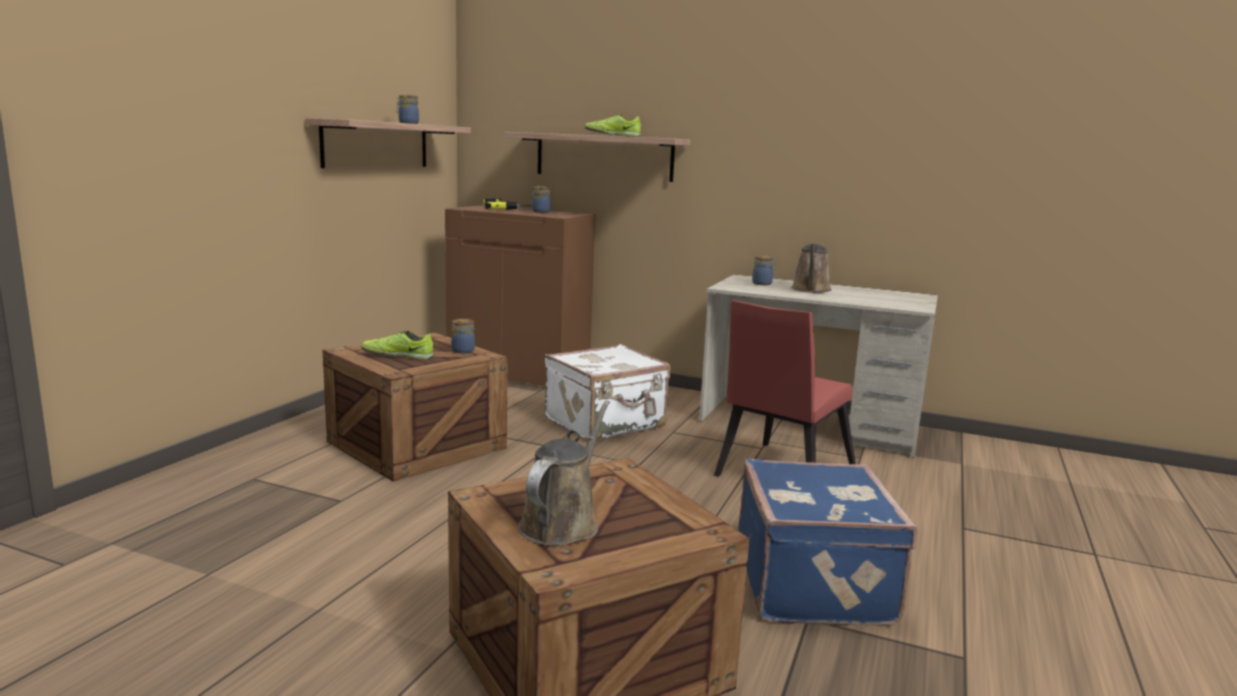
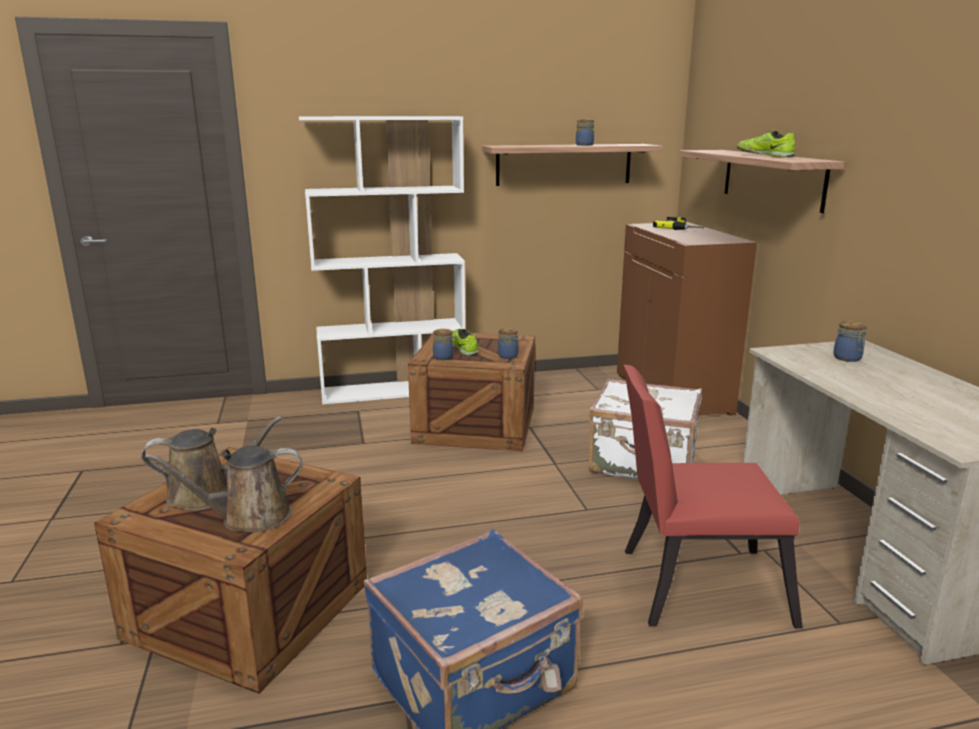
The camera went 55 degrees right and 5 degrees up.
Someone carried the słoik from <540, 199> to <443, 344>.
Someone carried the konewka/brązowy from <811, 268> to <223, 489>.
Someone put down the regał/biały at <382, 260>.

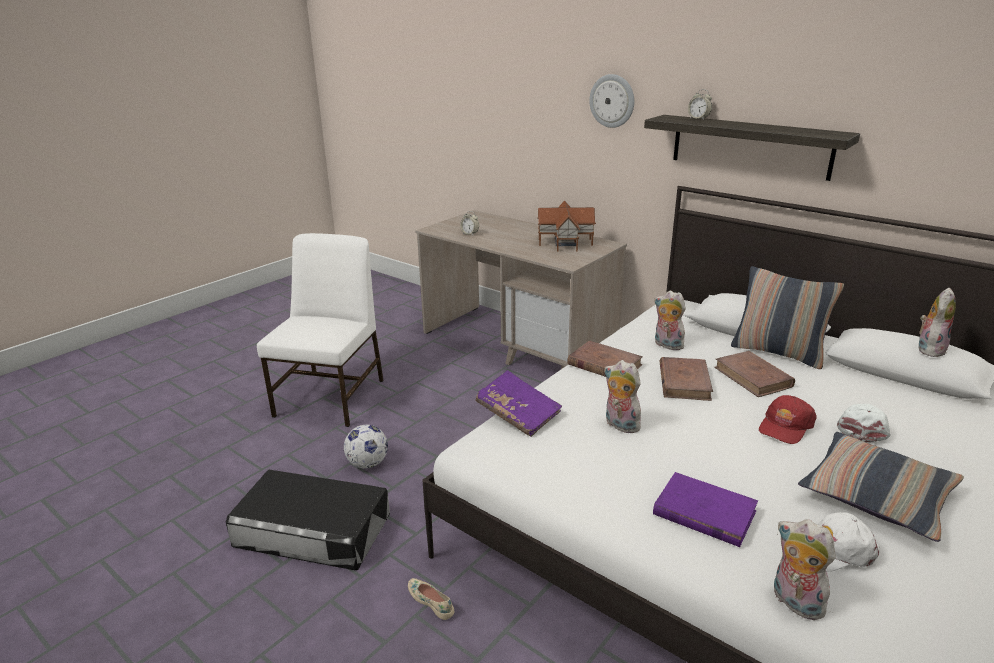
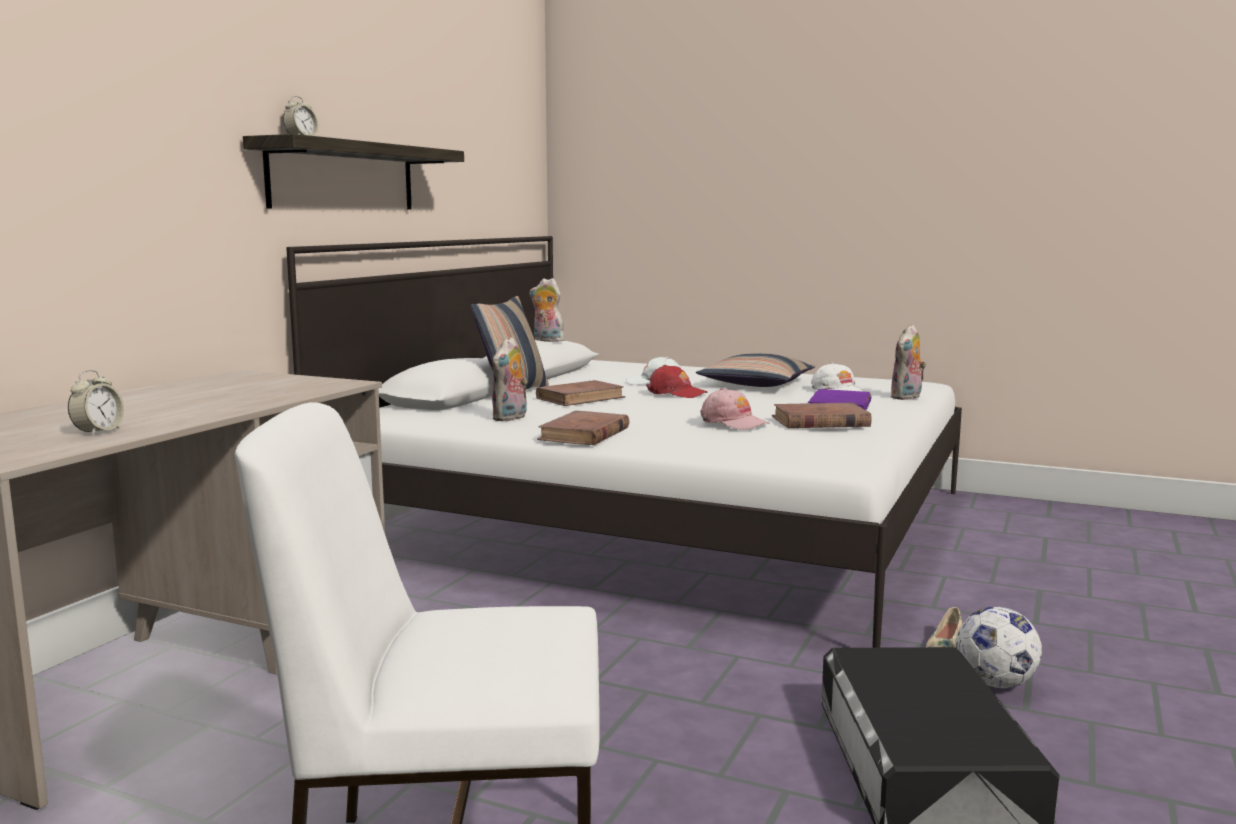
The camera went 105 degrees left and 15 degrees down.
Someone took away the zegar ścienny at <611, 101>.
Someone took away the domek at <566, 226>.
Someone carried the książka/brązowy from <686, 379> to <822, 415>.
Someone swapped the pluszak at <622, 397> for the czapka z daszkiem/różowy at <735, 409>.
Someone took away the książka/fioletowy at <518, 403>.
Someone carried the piłka futbolowa from <366, 447> to <999, 647>.

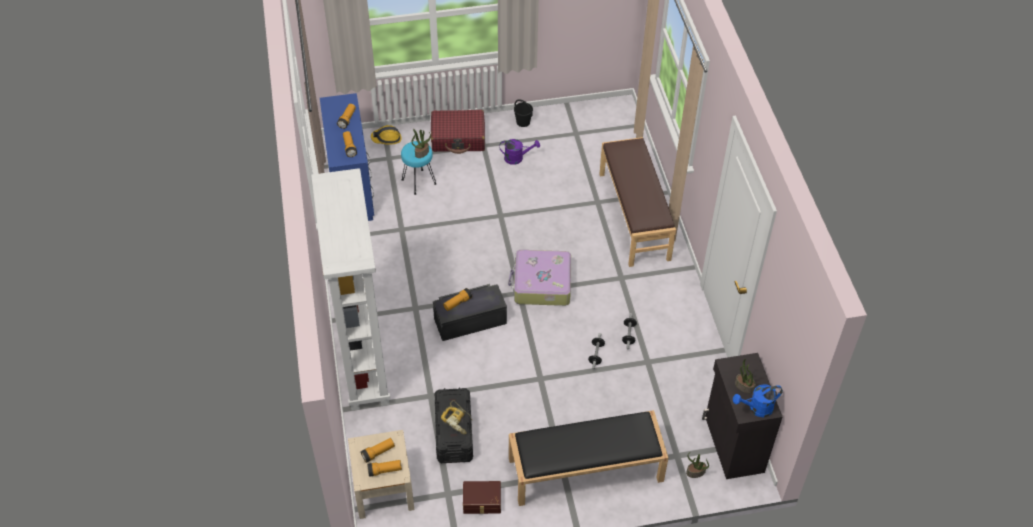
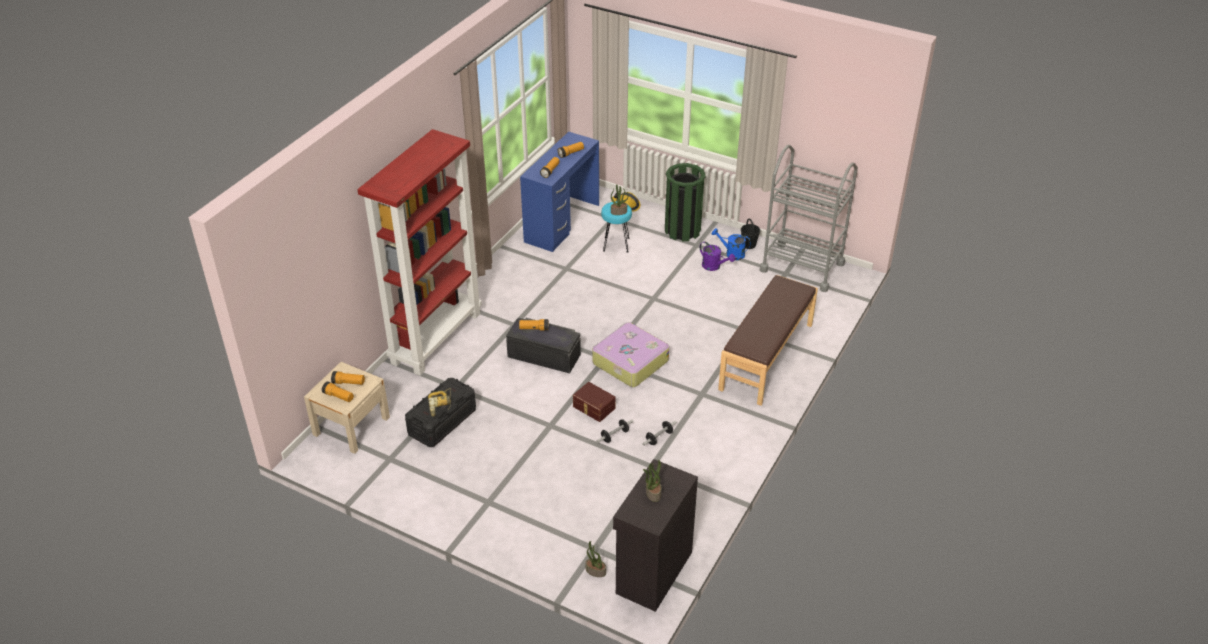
The camera went 40 degrees right and 10 degrees down.
Someone swapped the walizka/czerwony at <458, 132> for the kosz na śmieci/zielony at <685, 202>.
Someone repainted the regał/biały at <350, 289>, which became the regał/czerwony at <419, 252>.
Someone carried the konewka/niebieski from <758, 400> to <731, 244>.
Someone took away the ławka/czarny at <589, 458>.
Someone carried the pojemnik do przechowywania/brązowy from <482, 497> to <594, 402>.
Someone put down the wózek/szary at <809, 218>.

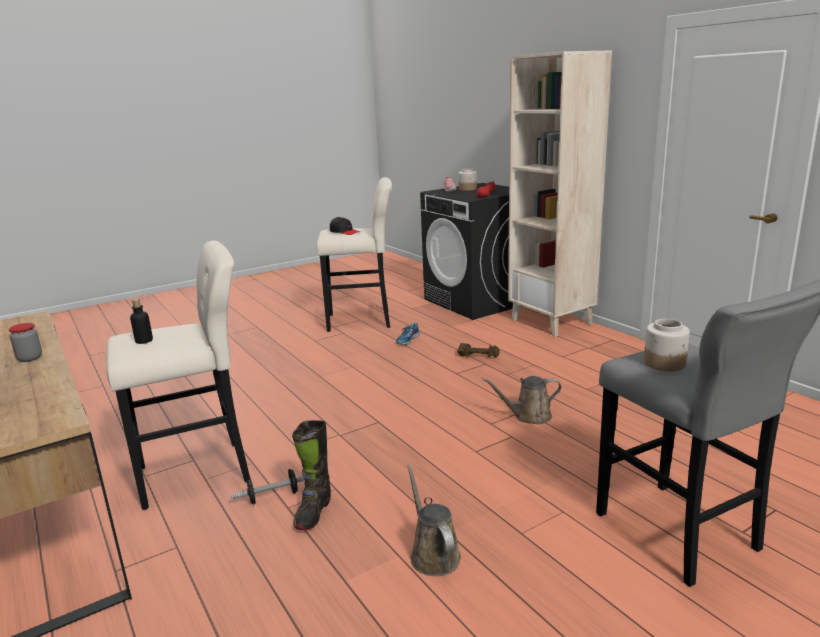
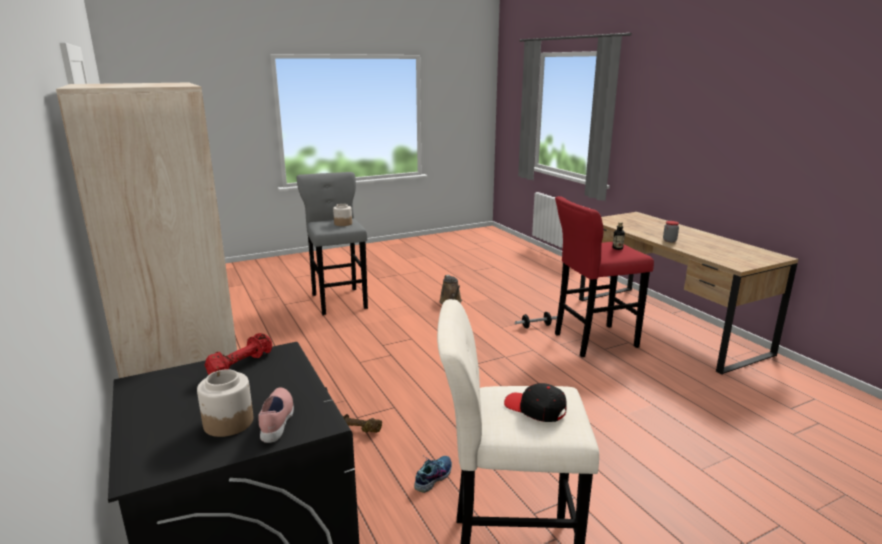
The camera went 175 degrees left and 0 degrees up.
Someone repainted the stołek/beżowy at <178, 375>, which became the stołek/czerwony at <604, 276>.
Someone took away the konewka/brązowy at <521, 400>.
Someone took away the but z cholewką/czarny at <311, 475>.

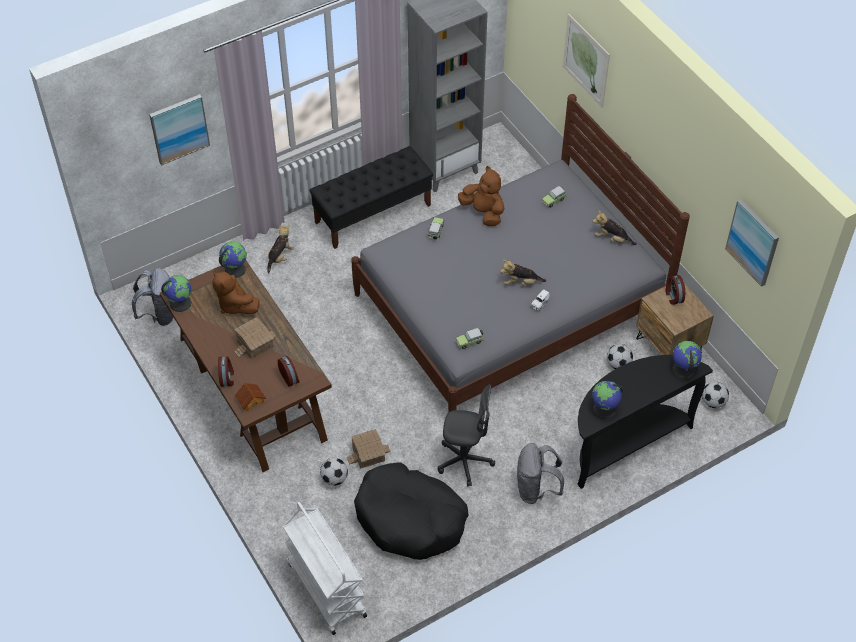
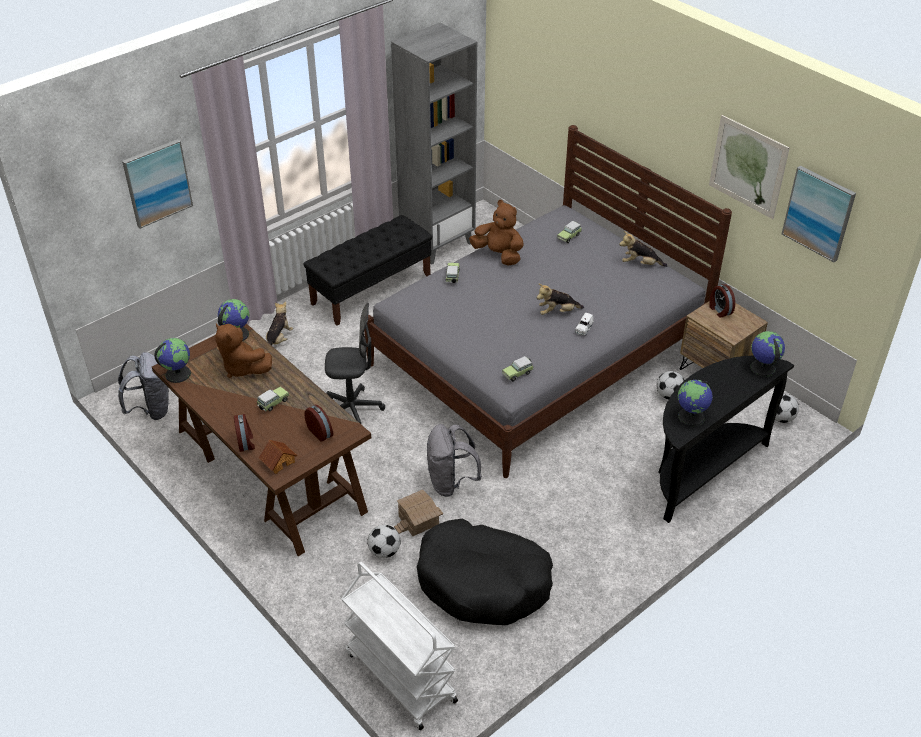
The camera went 10 degrees left and 10 degrees down.
Someone carried the obraz from <586, 60> to <749, 167>.
Someone swapped the domek at <255, 338> for the samochodzik at <273, 399>.
Someone carried the krzesło biurowe/szary from <466, 435> to <355, 364>.
Someone carried the plecak/szary from <540, 473> to <454, 460>.

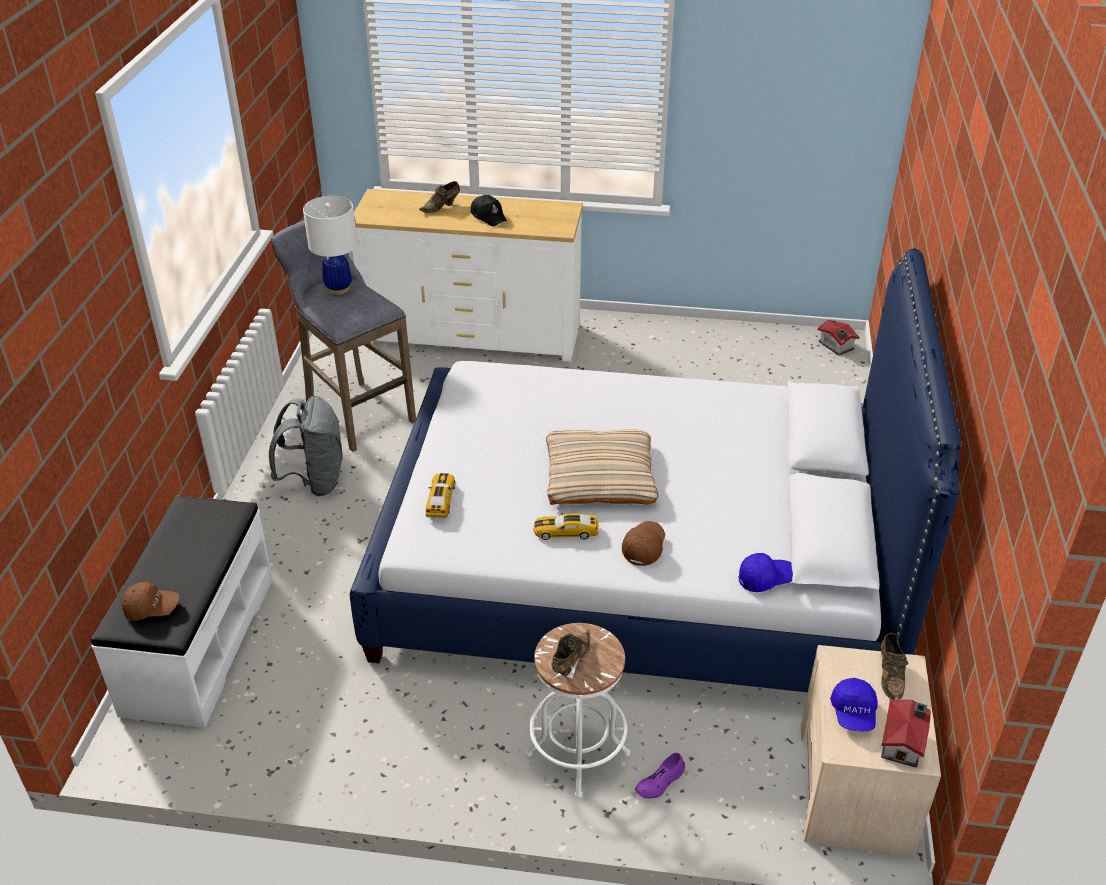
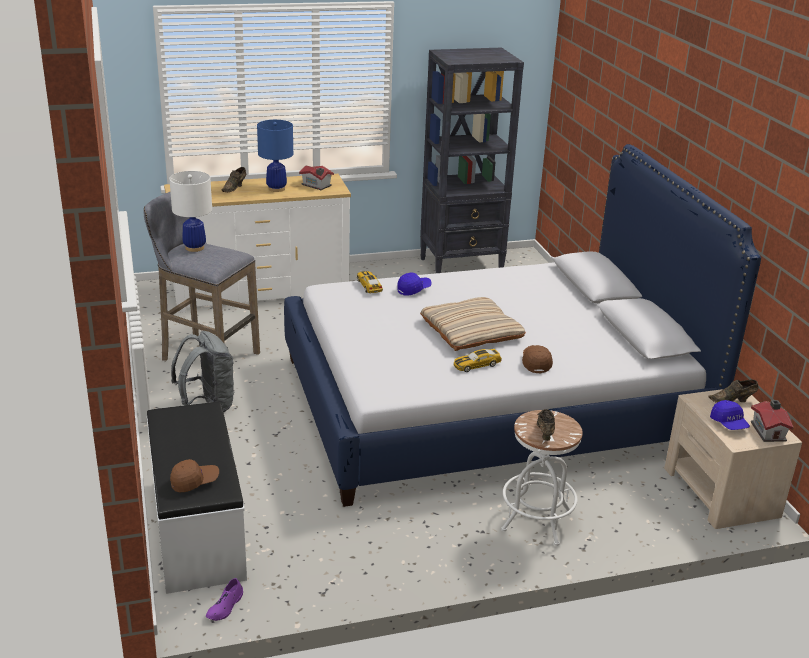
The camera went 25 degrees left and 10 degrees down.
Someone swapped the czapka z daszkiem/czarny at <488, 210> for the lampa stołowa/niebieski at <275, 156>.
Someone carried the domek from <838, 338> to <316, 177>.
Someone carried the samochodzik from <440, 496> to <370, 282>.
Someone carried the czapka z daszkiem/niebieski from <766, 572> to <414, 284>.
Someone rotated the but/brązowy at <894, 666> by 105 degrees clockwise.
Someone carried the but/fioletowy from <660, 775> to <224, 599>.
Someone put down the regał/czarny at <472, 160>.

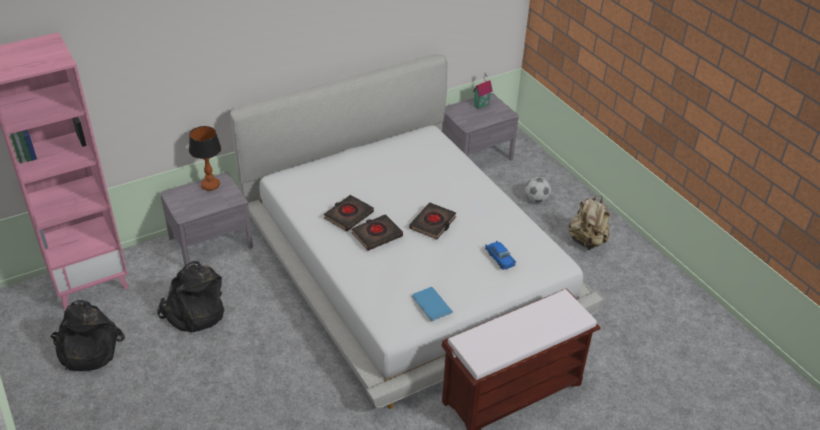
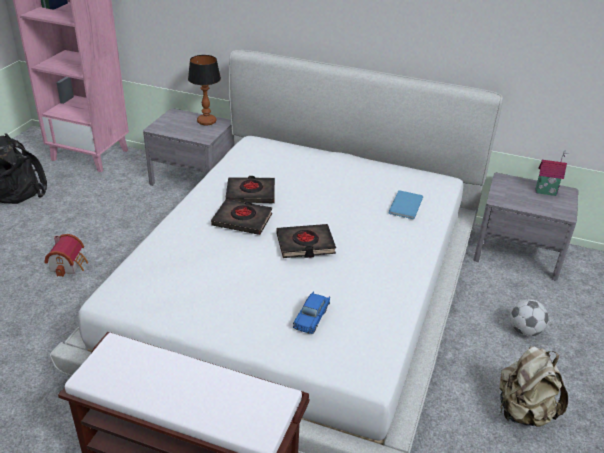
The camera went 50 degrees right and 5 degrees down.
Someone took away the plecak/czarny at <190, 296>.
Someone carried the książka/niebieski from <432, 304> to <405, 204>.
Someone put down the domek at <66, 255>.

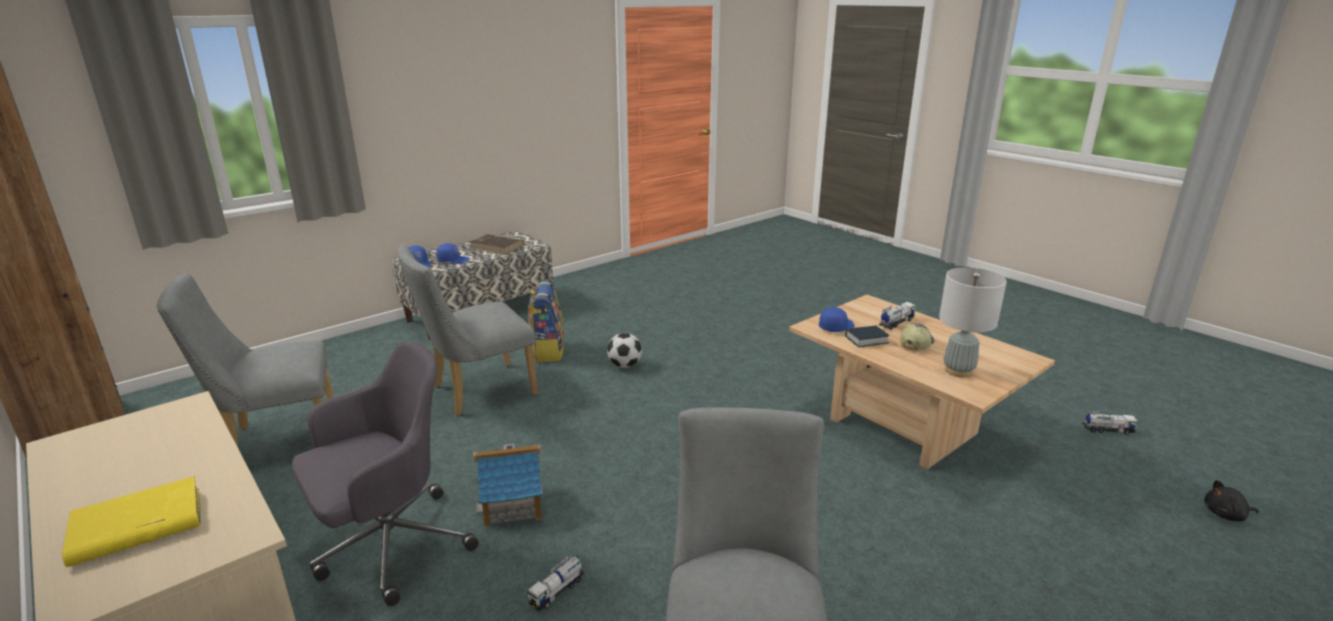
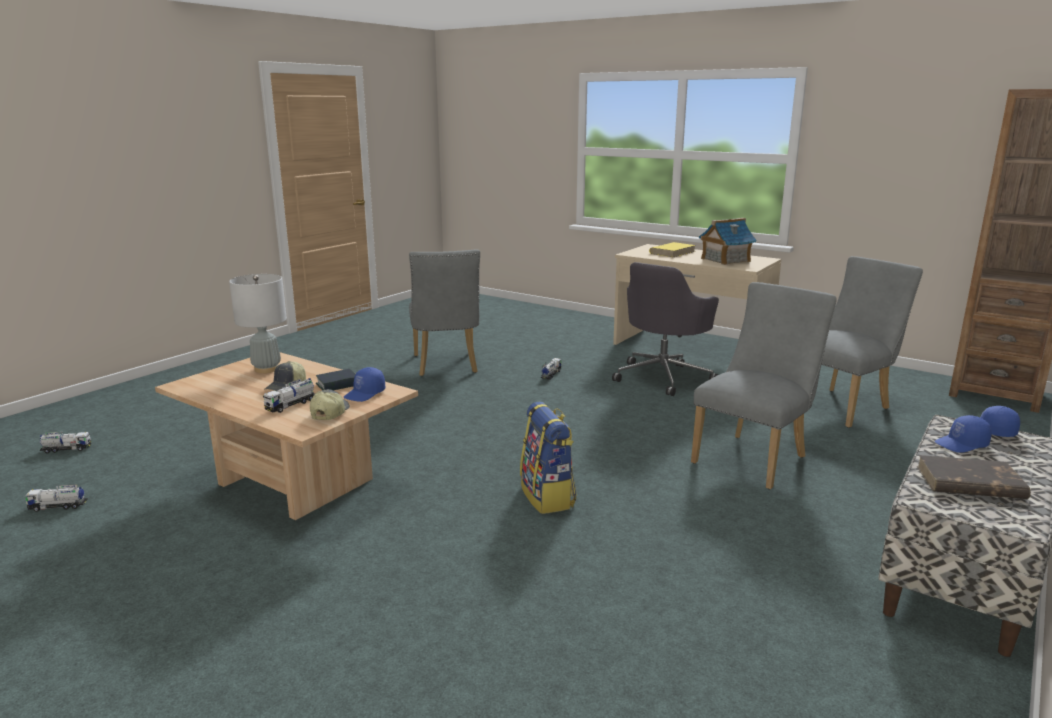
The camera went 165 degrees right and 5 degrees down.
Someone carried the plecak from <546, 321> to <548, 458>.
Someone took away the piłka futbolowa at <624, 350>.
Someone carried the domek from <508, 485> to <728, 241>.
Someone swapped the pluszak/czarny at <1231, 500> for the ciężarówka zabawkowa at <66, 442>.
Someone put down the czapka z daszkiem at <330, 404>.

